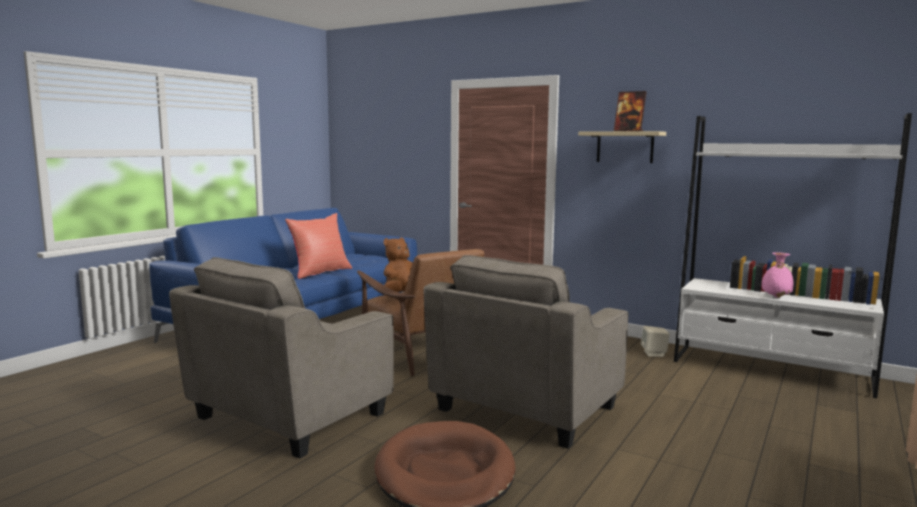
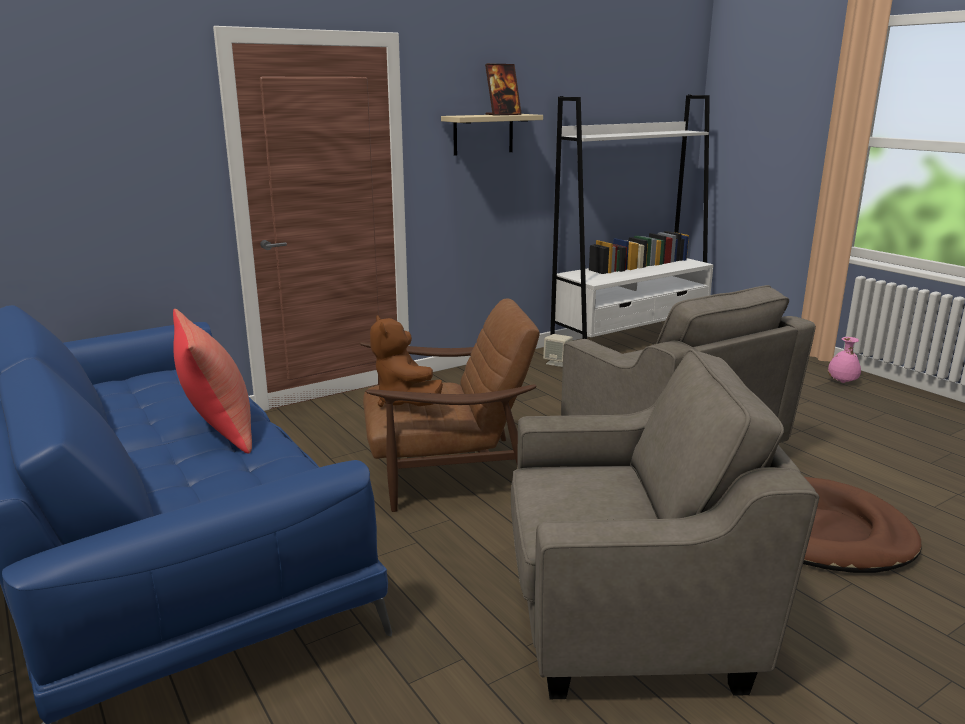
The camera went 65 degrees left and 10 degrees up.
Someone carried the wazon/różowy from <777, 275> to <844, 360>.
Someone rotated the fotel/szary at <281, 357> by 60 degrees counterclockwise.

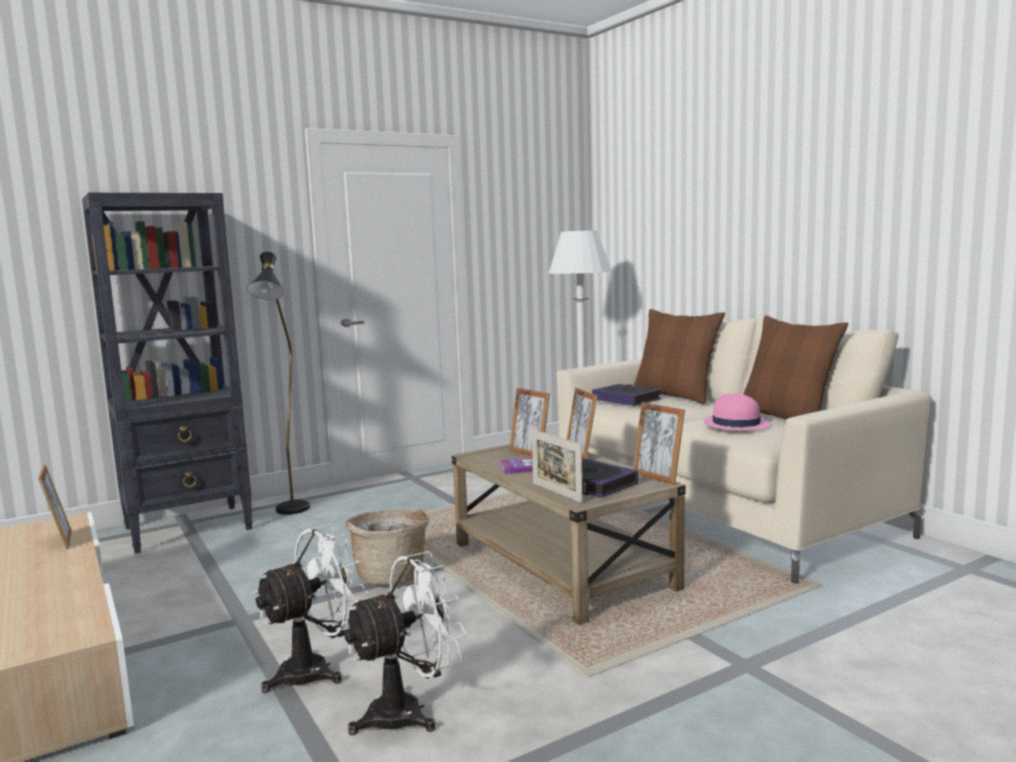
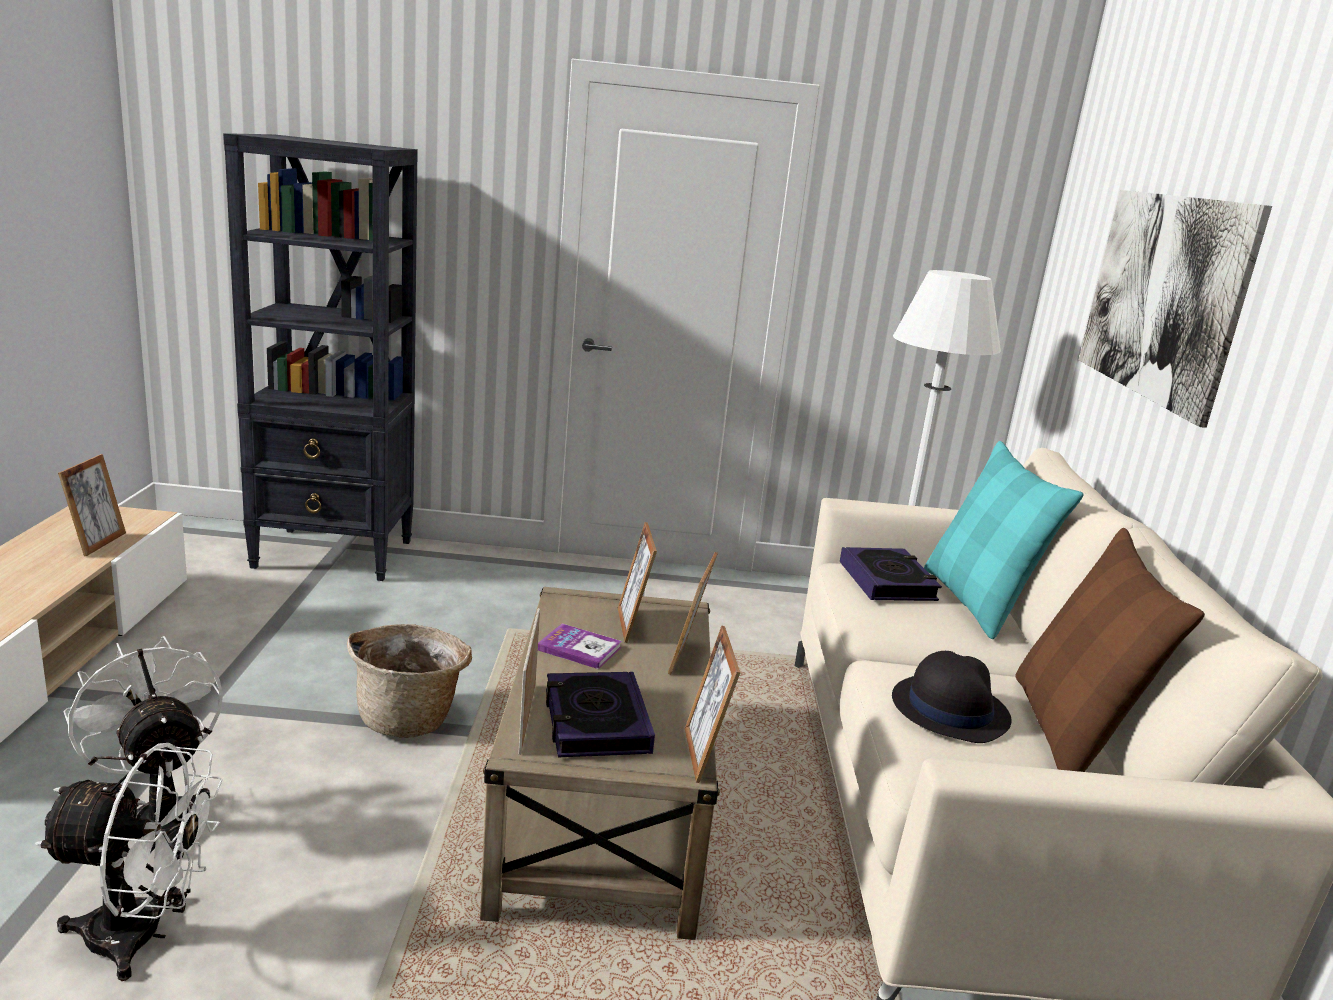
The camera went 30 degrees right and 10 degrees up.
Someone took away the lampa stojąca/czarny at <278, 383>.
Someone repainted the poduszka/brązowy at <679, 356>, which became the poduszka/turkusowy at <1004, 540>.
Someone repainted the kapelusz/różowy at <736, 411>, which became the kapelusz/czarny at <952, 697>.
Someone rotated the wentylator/biały at <311, 608> by 120 degrees counterclockwise.
Someone put up the obraz at <1175, 309>.

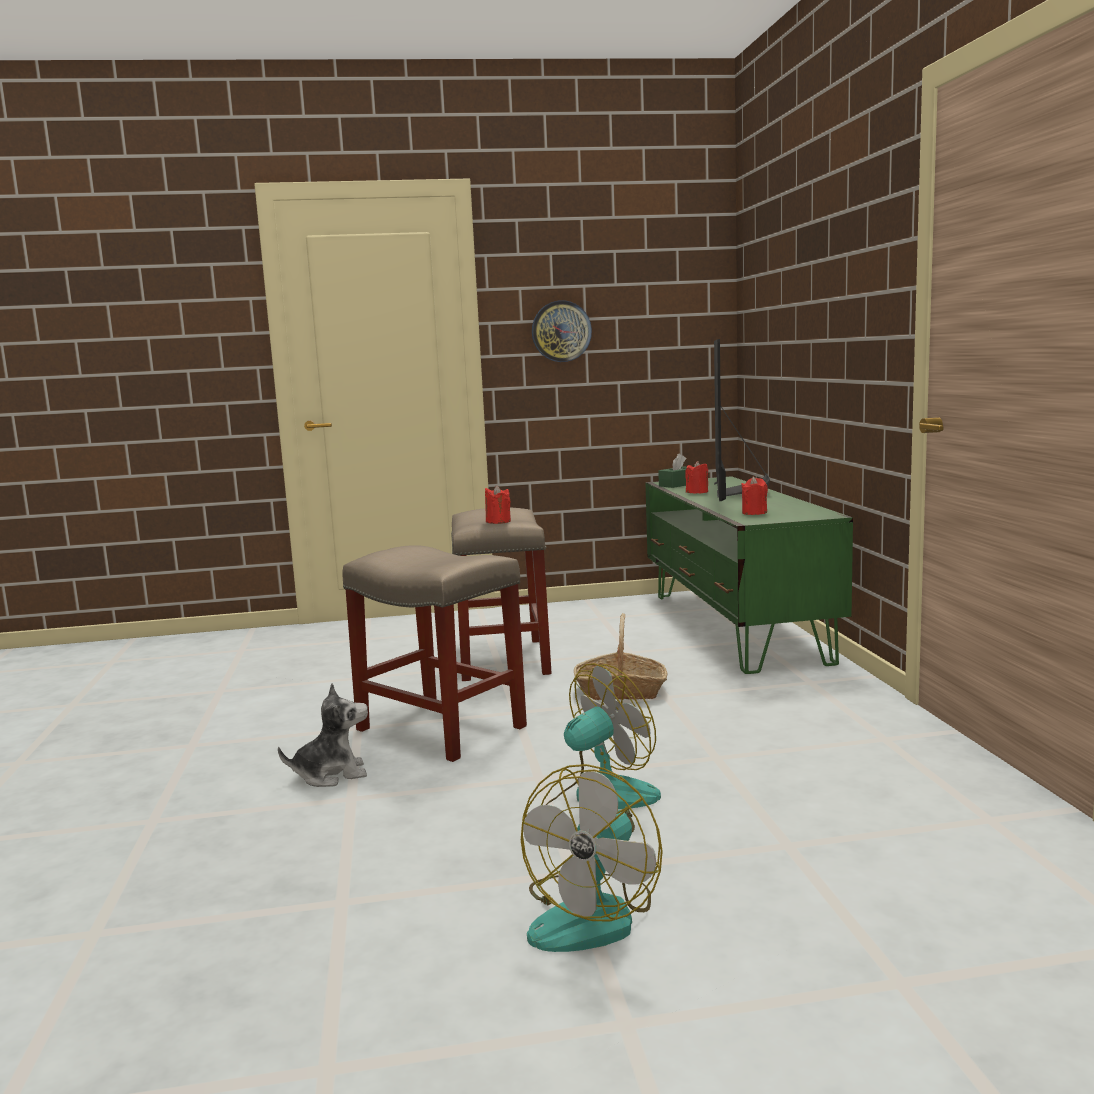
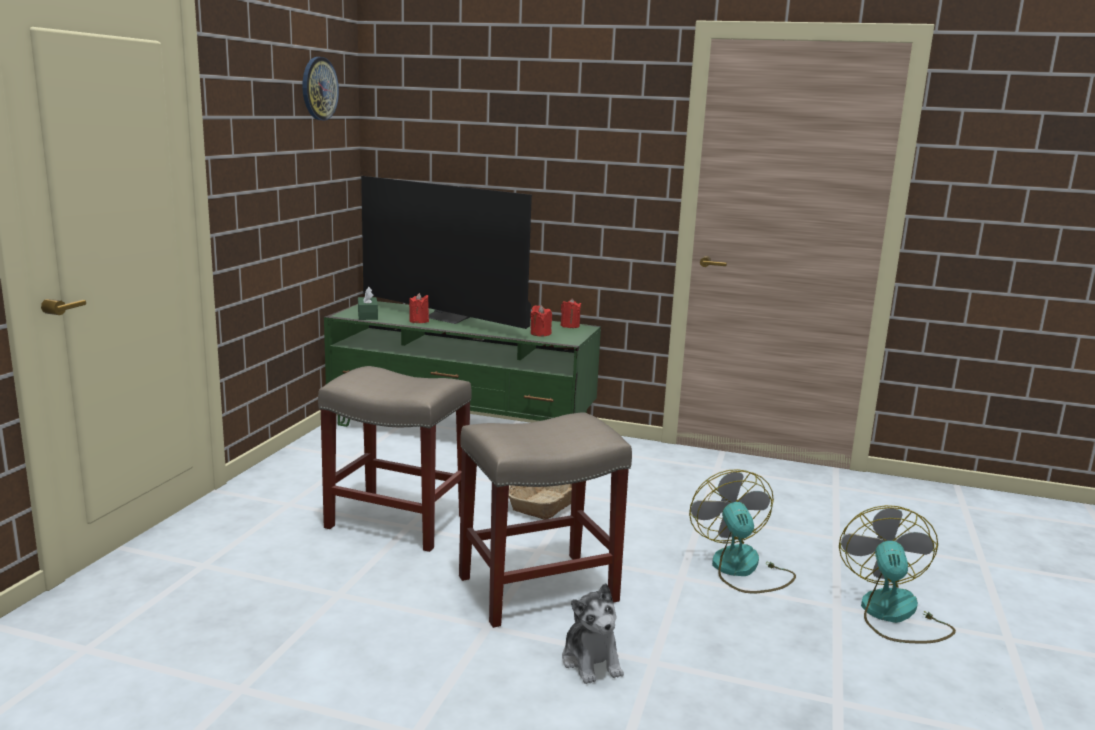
The camera went 65 degrees left and 5 degrees up.
Someone carried the zegar ścienny from <562, 331> to <320, 88>.
Someone carried the świeca/czerwony from <498, 504> to <571, 313>.
Someone rotated the pluszak at <323, 735> by 150 degrees clockwise.
Someone rotated the wentylator at <592, 858> by 135 degrees counterclockwise.

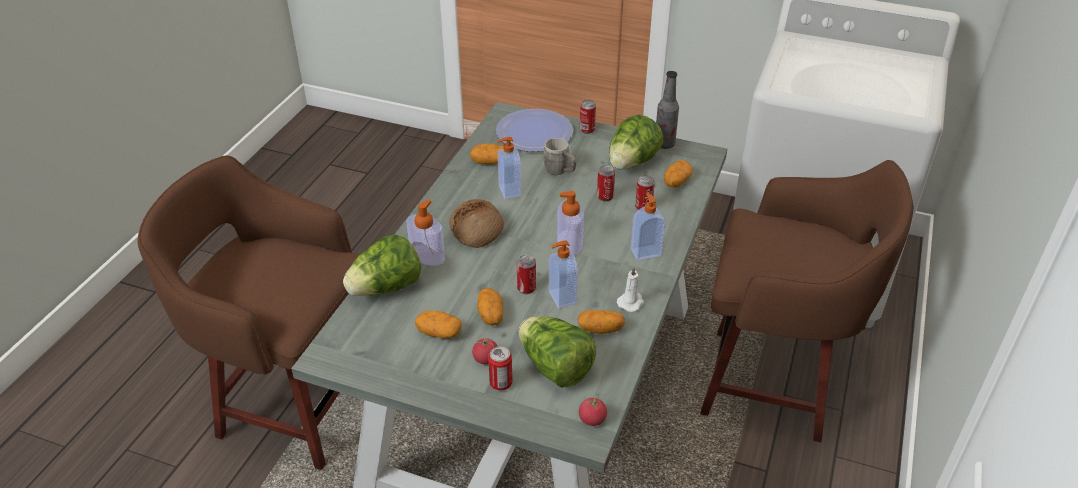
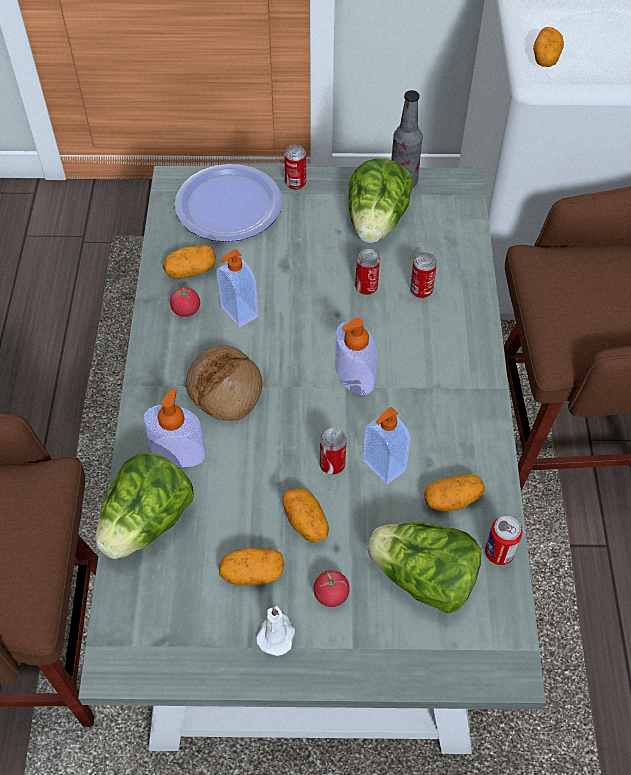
The camera went 20 degrees left and 15 degrees up.
Someone took away the kubek/szary at <559, 156>.
Someone carried the ziemniak from <678, 174> to <548, 47>.
Someone took away the dozownik mydła at <648, 227>.
Someone carried the świeca/biały from <630, 289> to <275, 631>.
Someone carried the puszka from <500, 368> to <503, 540>.
Someone carried the pomidor from <593, 410> to <185, 300>.

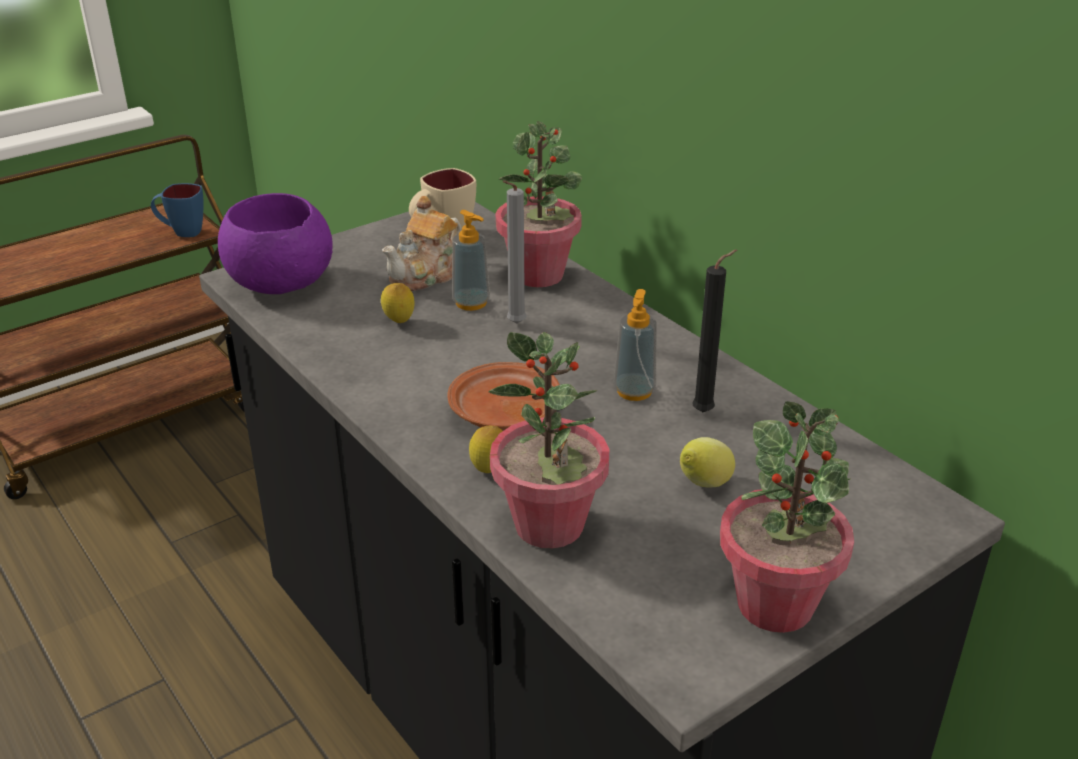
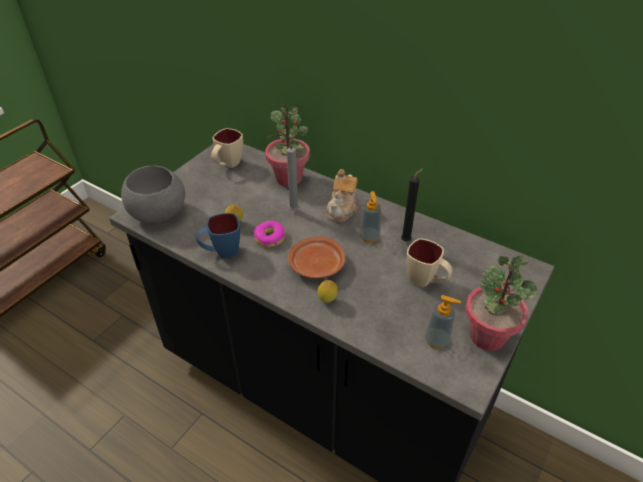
The camera went 20 degrees left and 10 degrees up.
Someone carried the kubek/niebieski from <177, 210> to <218, 235>.
Someone repainted the miska/fioletowy at <275, 243>, which became the miska/szary at <153, 194>.
Someone carried the imbryk from <421, 243> to <342, 195>.
Someone carried the dozownik mydła from <471, 260> to <443, 322>.
Someone took away the roślina doniczkowa at <548, 440>.
Someone swapped the cytryna at <707, 462> for the kubek/beżowy at <429, 262>.
Someone put down the donut at <269, 234>.

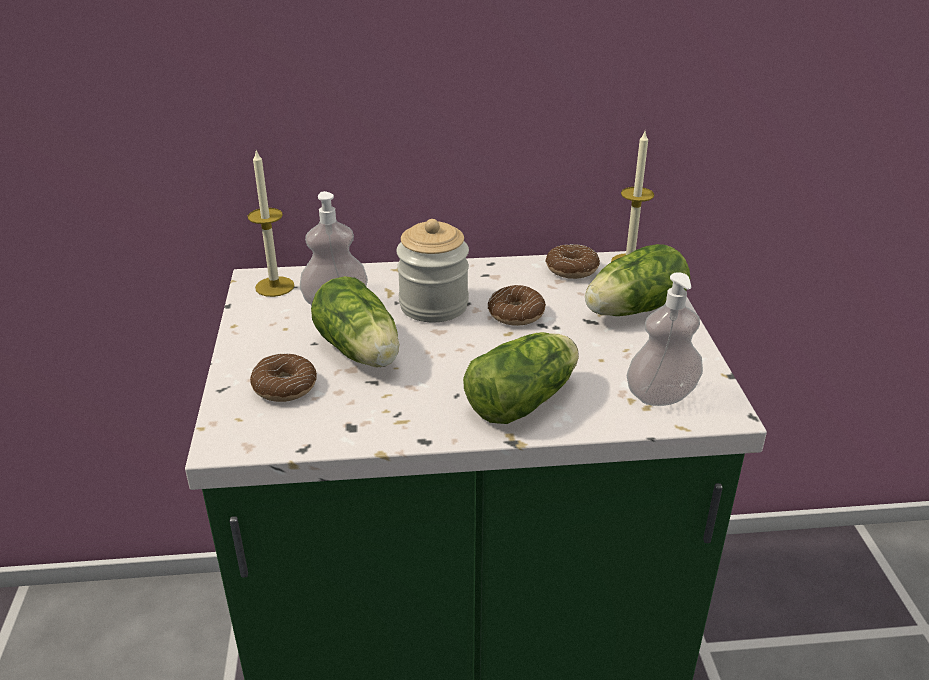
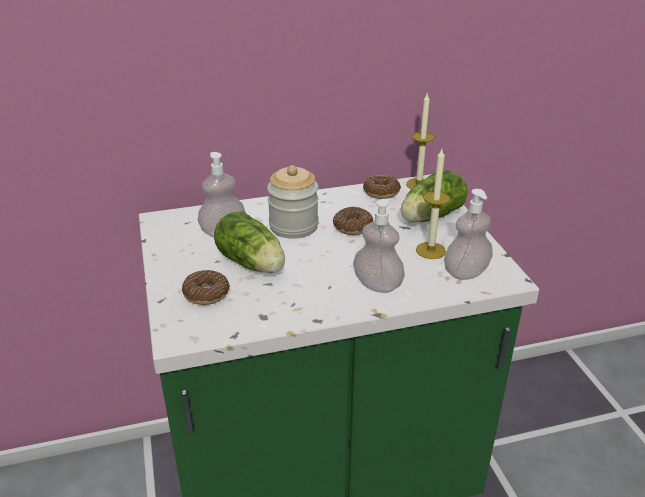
The camera went 10 degrees left and 0 degrees up.
Someone carried the świeca from <271, 223> to <433, 204>.
Someone swapped the sałata at <521, 378> for the dozownik mydła at <379, 246>.

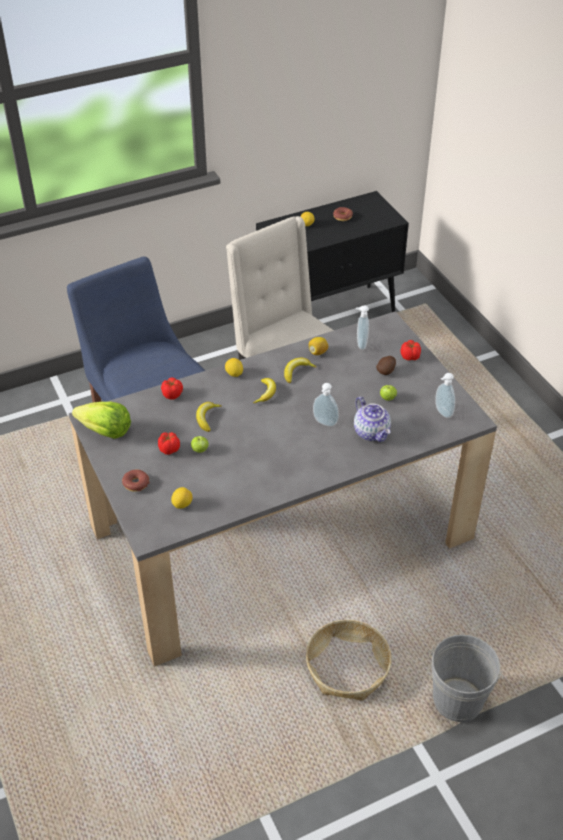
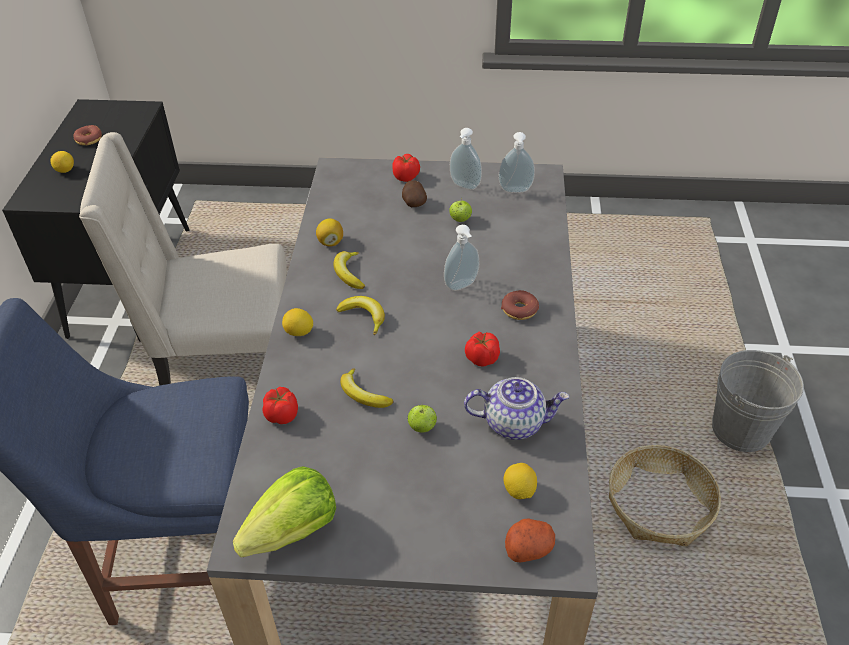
The camera went 60 degrees left and 0 degrees up.
Someone carried the dozownik mydła from <362, 327> to <466, 159>.
Someone carried the imbryk from <372, 419> to <516, 408>.
Someone carried the pomidor from <169, 443> to <482, 349>.
Someone carried the donut from <136, 480> to <520, 305>.
Someone put down the ziemniak at <530, 540>.

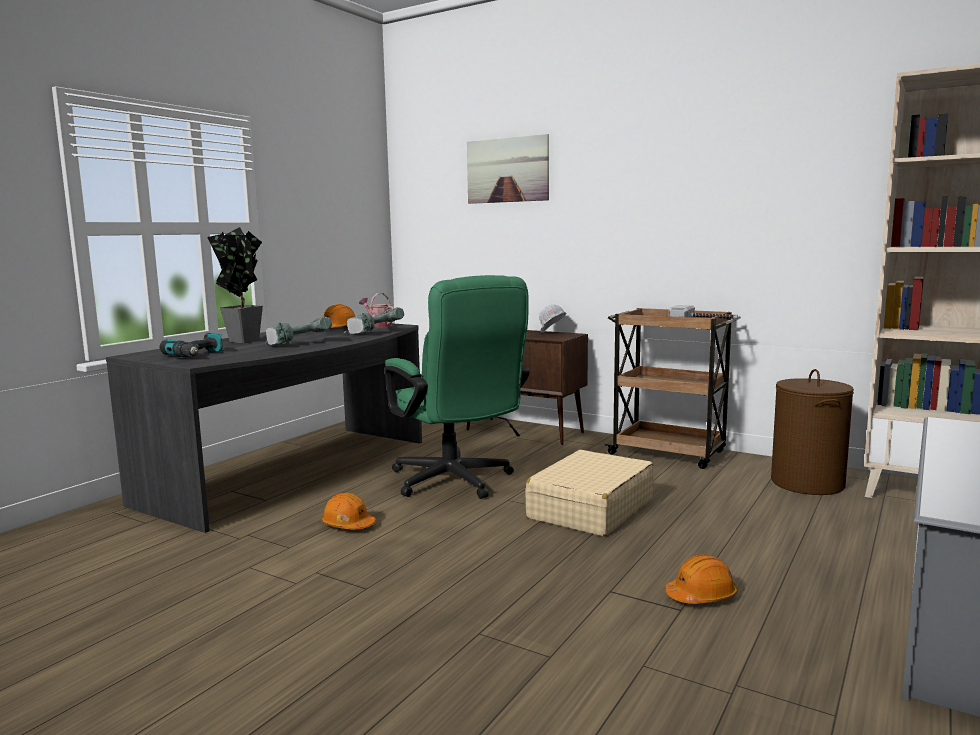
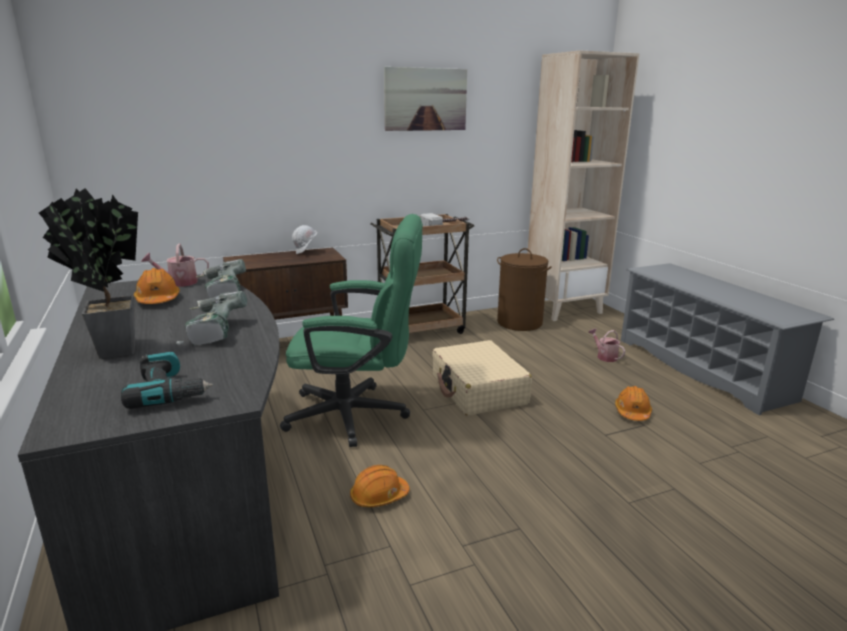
The camera went 55 degrees left and 10 degrees up.
Someone carried the obraz from <508, 169> to <425, 99>.
Someone put down the konewka at <606, 345>.

